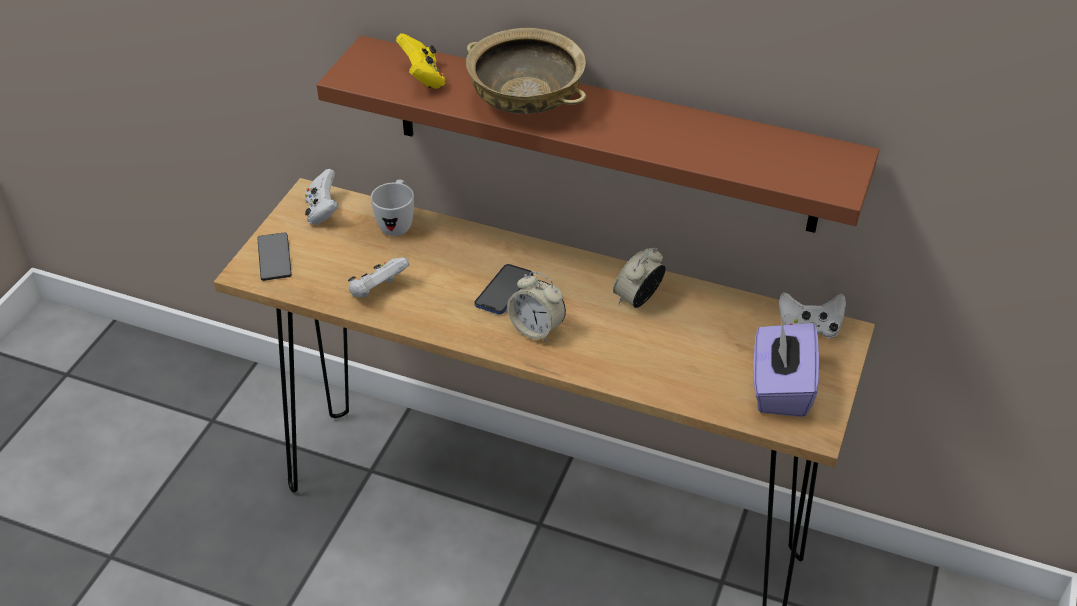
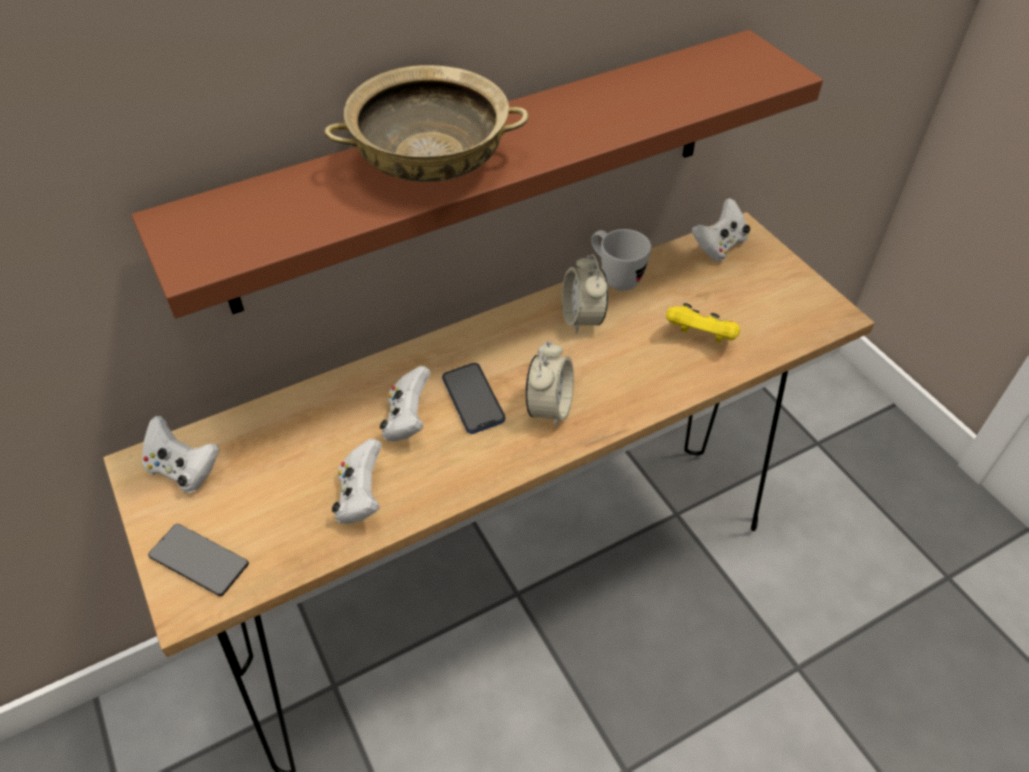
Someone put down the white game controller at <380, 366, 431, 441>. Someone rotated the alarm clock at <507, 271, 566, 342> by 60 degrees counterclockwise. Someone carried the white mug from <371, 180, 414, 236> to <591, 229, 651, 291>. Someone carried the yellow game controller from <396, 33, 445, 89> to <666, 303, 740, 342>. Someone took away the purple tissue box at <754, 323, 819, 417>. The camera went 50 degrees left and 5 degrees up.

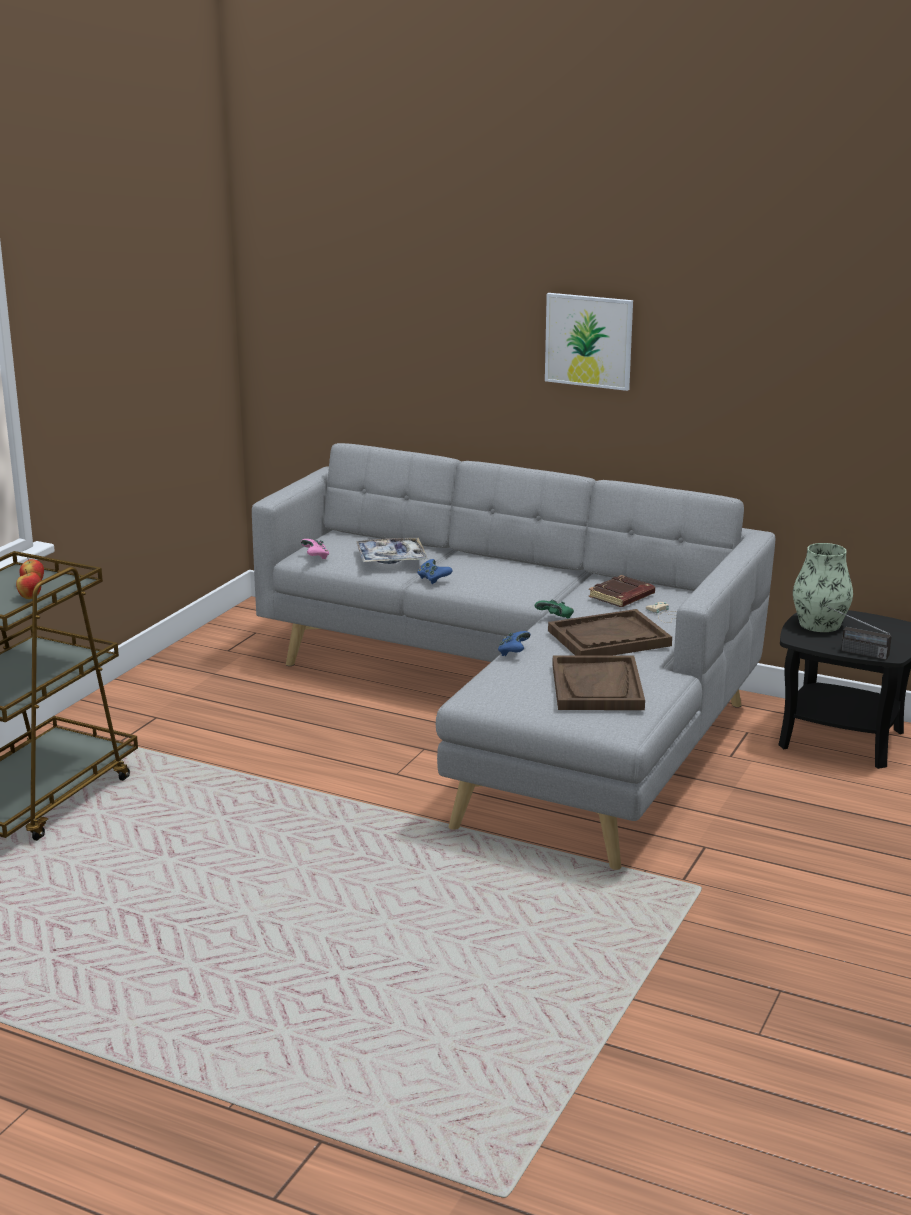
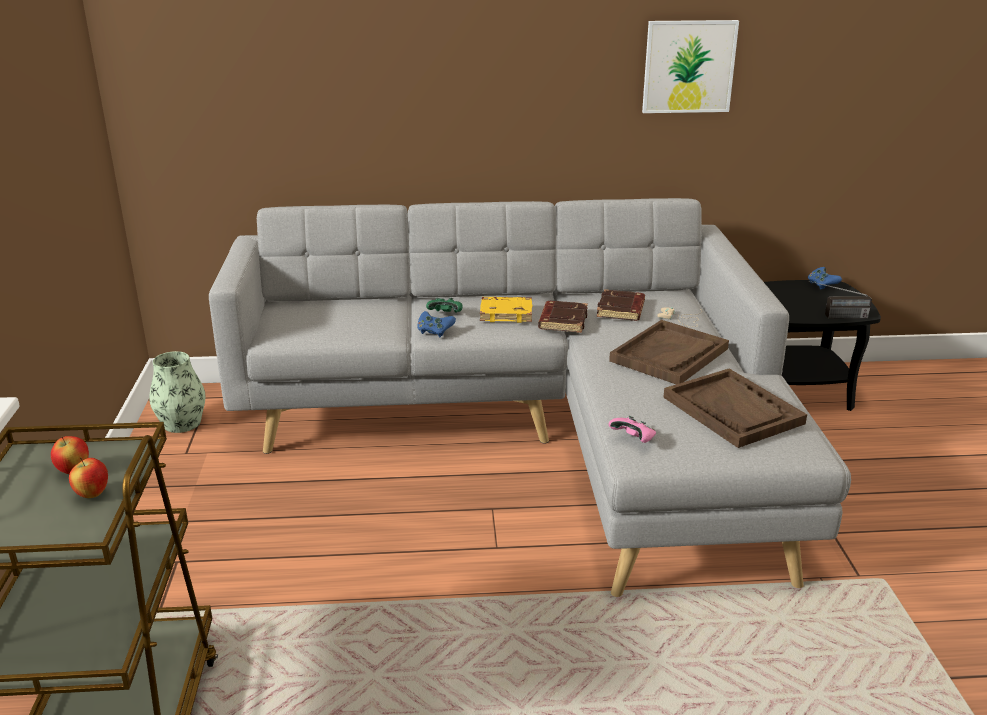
Someone carried the vase from <793, 543, 853, 632> to <149, 351, 205, 433>. Someone carried the green game controller from <535, 599, 574, 619> to <426, 298, 463, 312>. Someone put down the yellow book at <480, 297, 532, 323>. Someone put down the brown book at <538, 301, 588, 333>. Someone carried the pink game controller from <301, 539, 329, 559> to <609, 416, 656, 443>. Someone carried the picture from <545, 293, 633, 391> to <642, 20, 739, 113>. Someone carried the blue game controller from <498, 631, 531, 656> to <808, 267, 842, 290>. Someone took away the tray at <356, 538, 427, 564>. The camera went 30 degrees left and 5 degrees up.

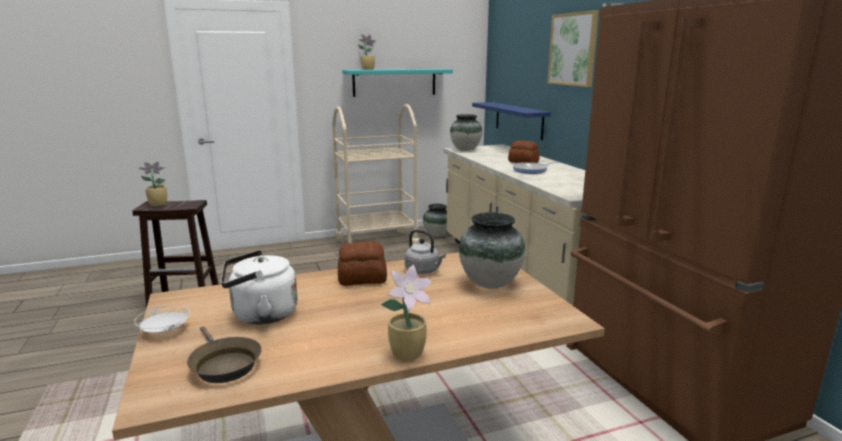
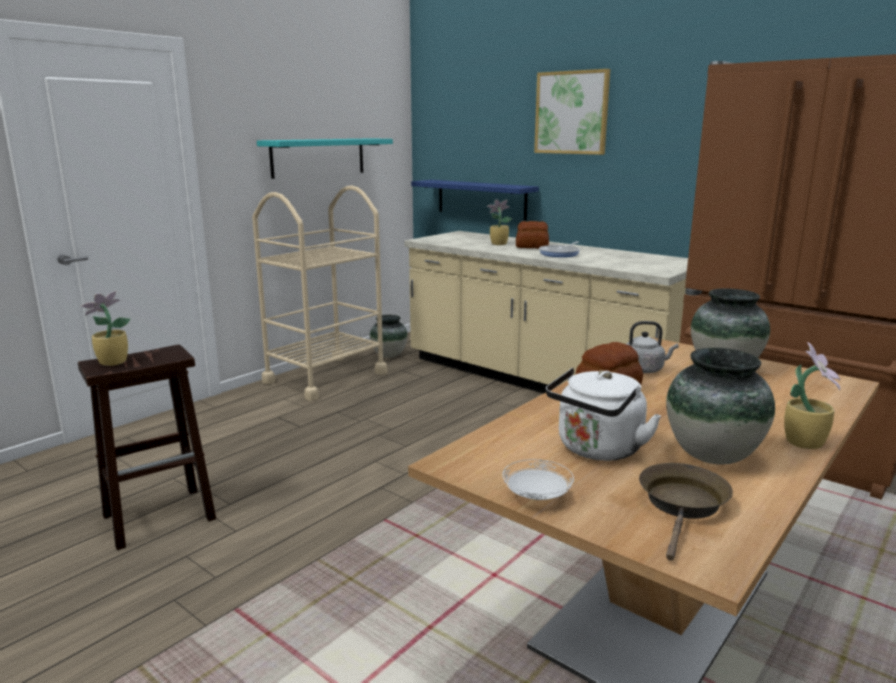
Someone carried the potted plant from <358, 34, 376, 70> to <487, 200, 512, 245>. Someone rotated the brown frying pan at <187, 326, 262, 383> by 90 degrees counterclockwise. Someone carried the vase from <450, 114, 483, 151> to <666, 348, 775, 465>. The camera went 30 degrees left and 0 degrees up.

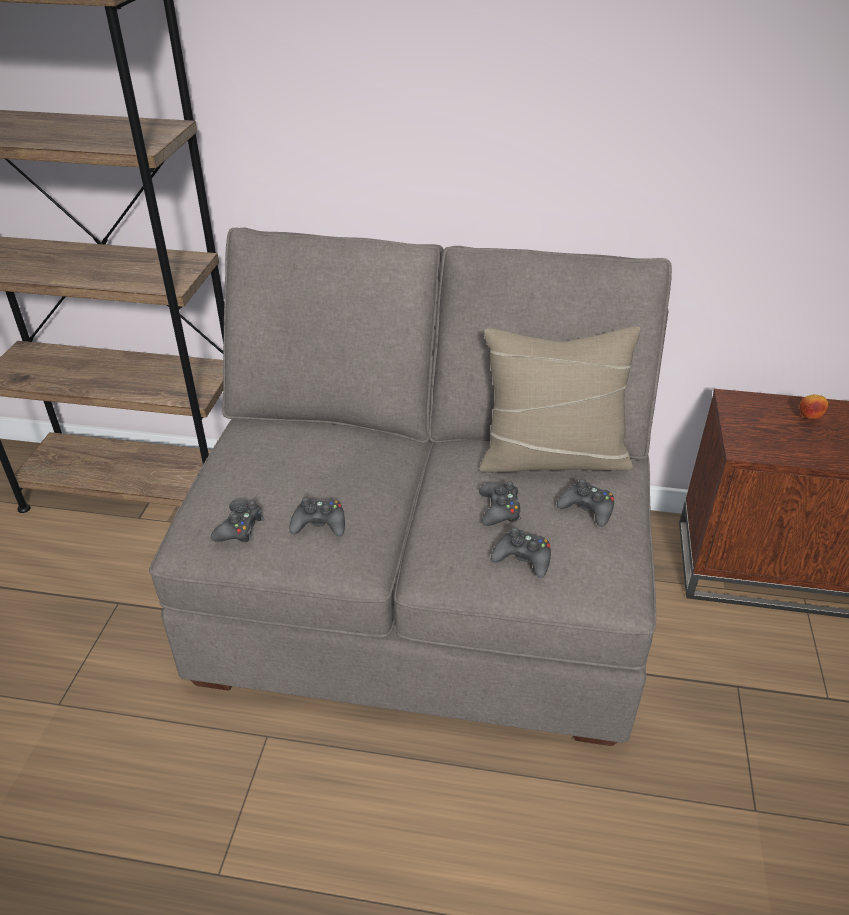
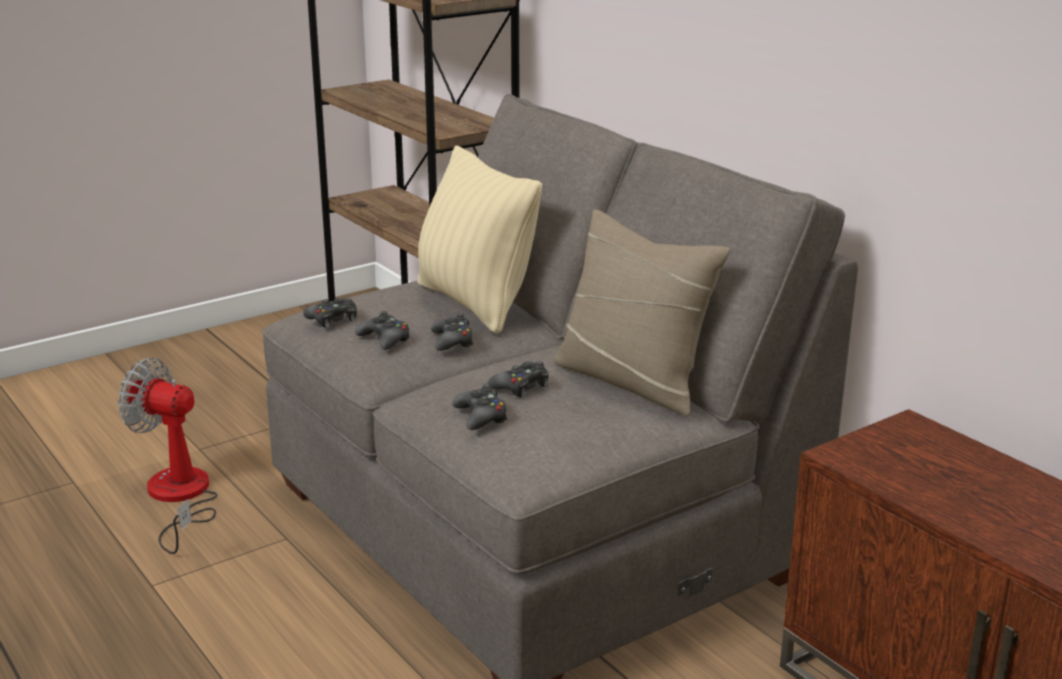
Someone put down the fan at <118, 358, 217, 554>. Someone put down the beige pillow at <417, 145, 542, 334>. Someone carried the black game controller from <557, 479, 614, 527> to <431, 313, 474, 351>. Someone took away the apple at <800, 395, 828, 419>. The camera went 45 degrees right and 15 degrees down.

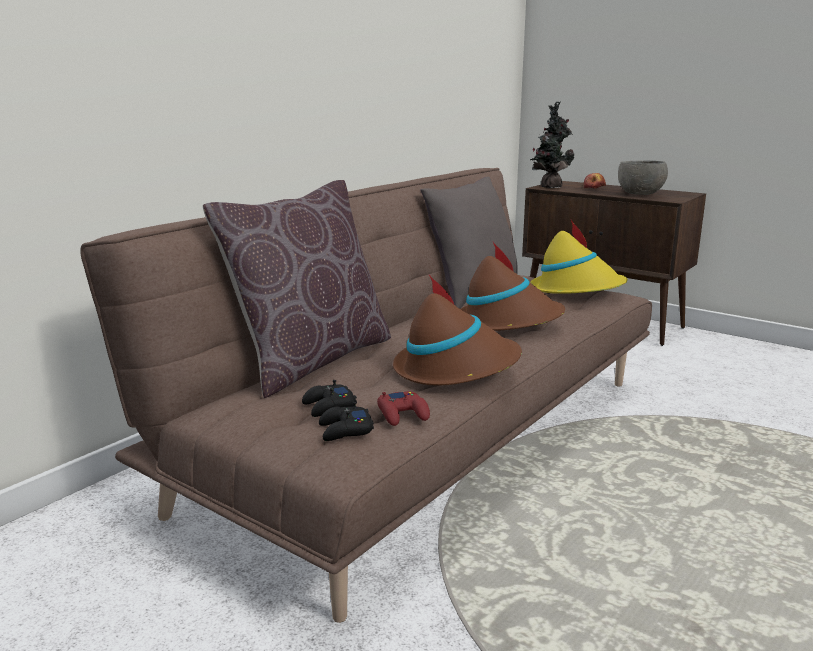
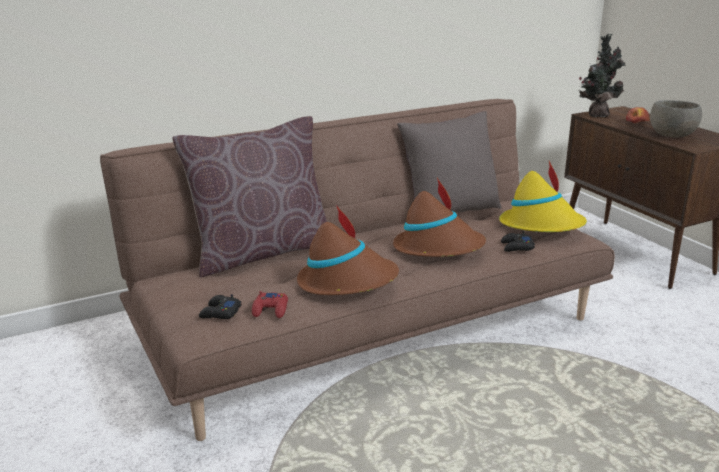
Someone carried the black game controller from <302, 380, 357, 417> to <501, 231, 535, 252>. The camera went 25 degrees right and 5 degrees up.

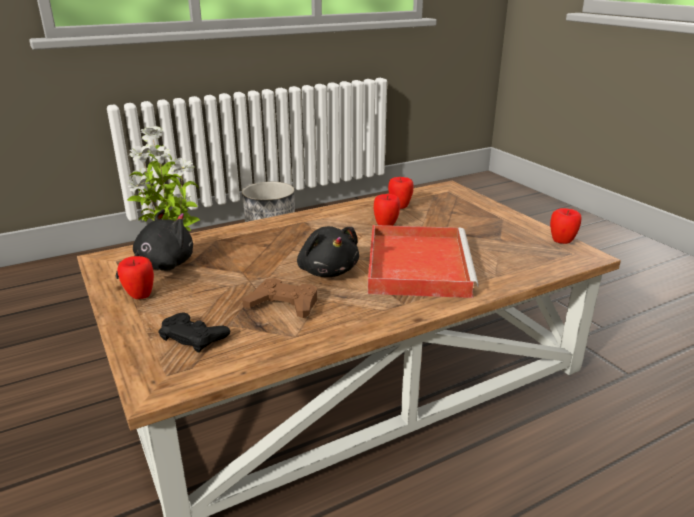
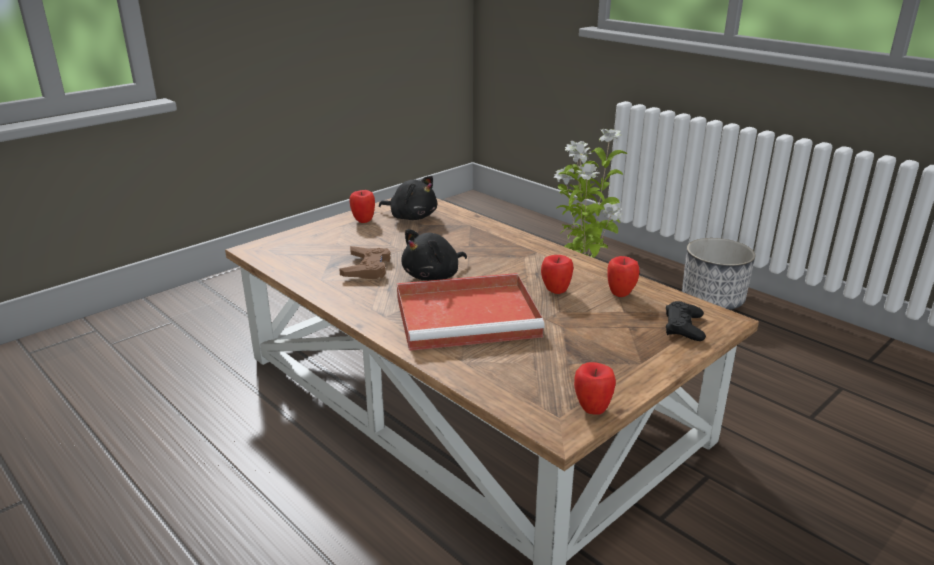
Someone carried the black game controller from <158, 313, 230, 353> to <666, 301, 706, 341>. The camera went 75 degrees right and 0 degrees up.

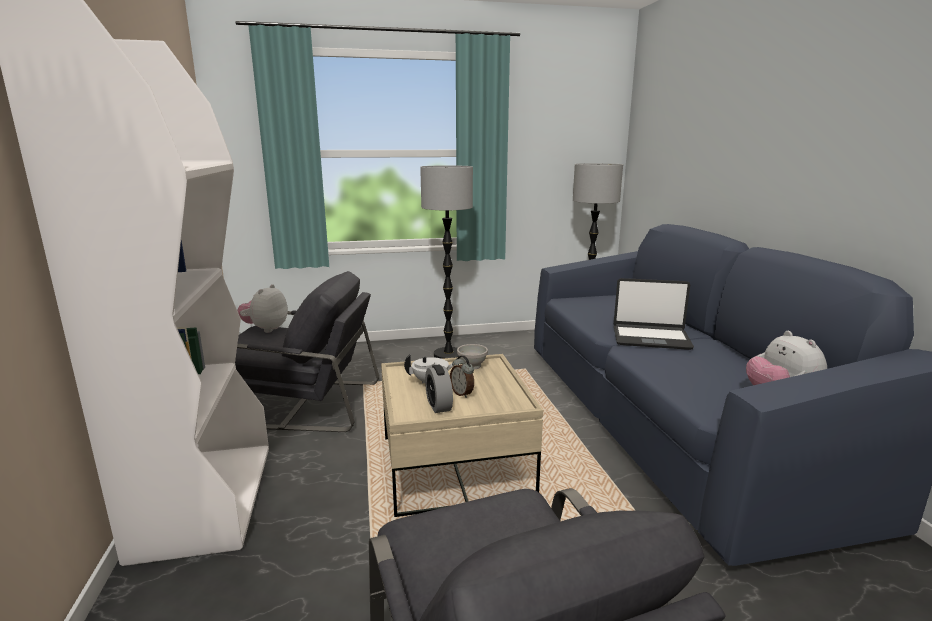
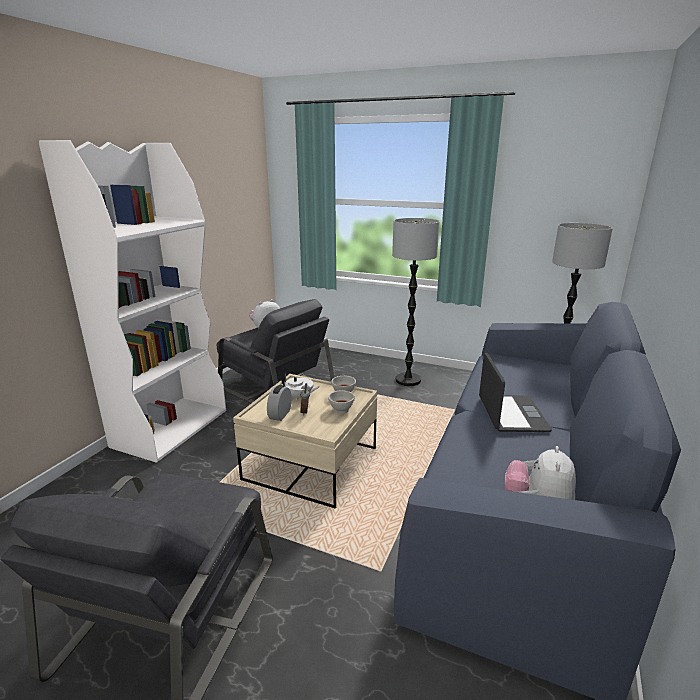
Someone put down the white bowl at <328, 390, 355, 414>. Someone rotated the laptop at <614, 278, 694, 350> by 135 degrees counterclockwise. The camera went 35 degrees right and 5 degrees up.

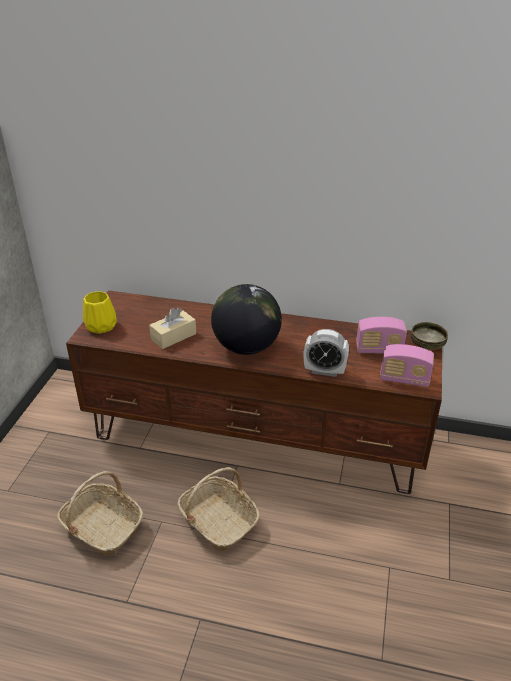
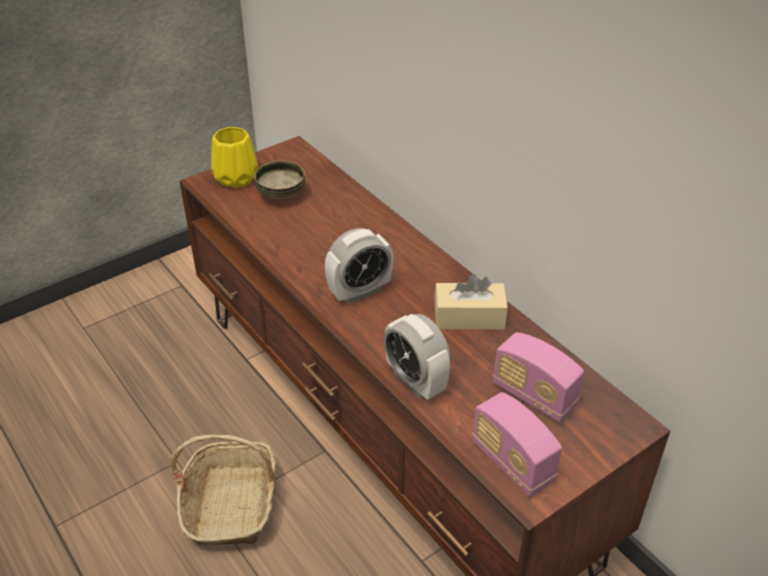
Someone carried the bowl from <411, 322, 448, 350> to <255, 161, 305, 200>. Someone swapped the globe at <211, 284, 282, 355> for the alarm clock at <325, 228, 393, 303>. Someone carried the beige tissue box from <149, 308, 196, 349> to <434, 274, 508, 329>. Someone took away the basket at <57, 471, 144, 556>. The camera went 40 degrees right and 5 degrees up.

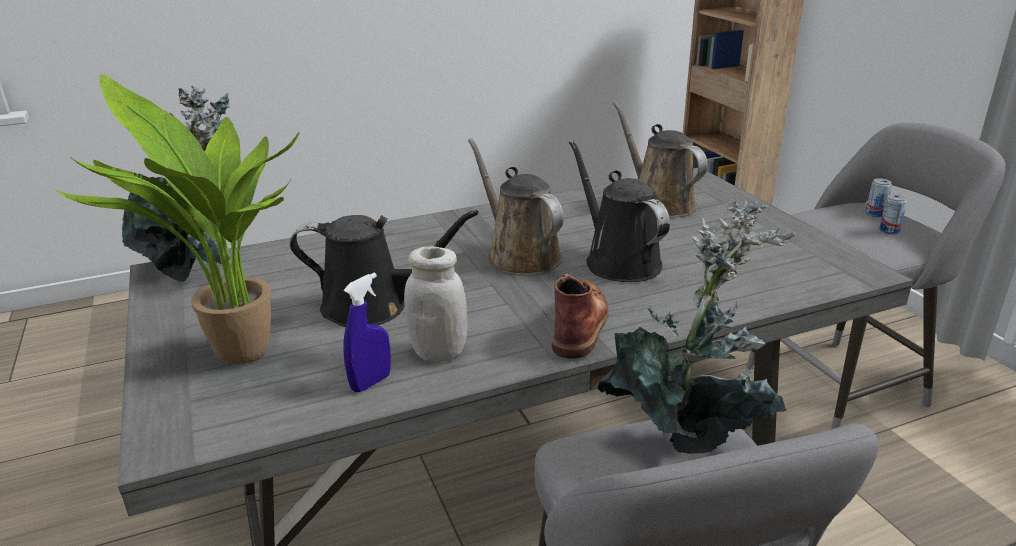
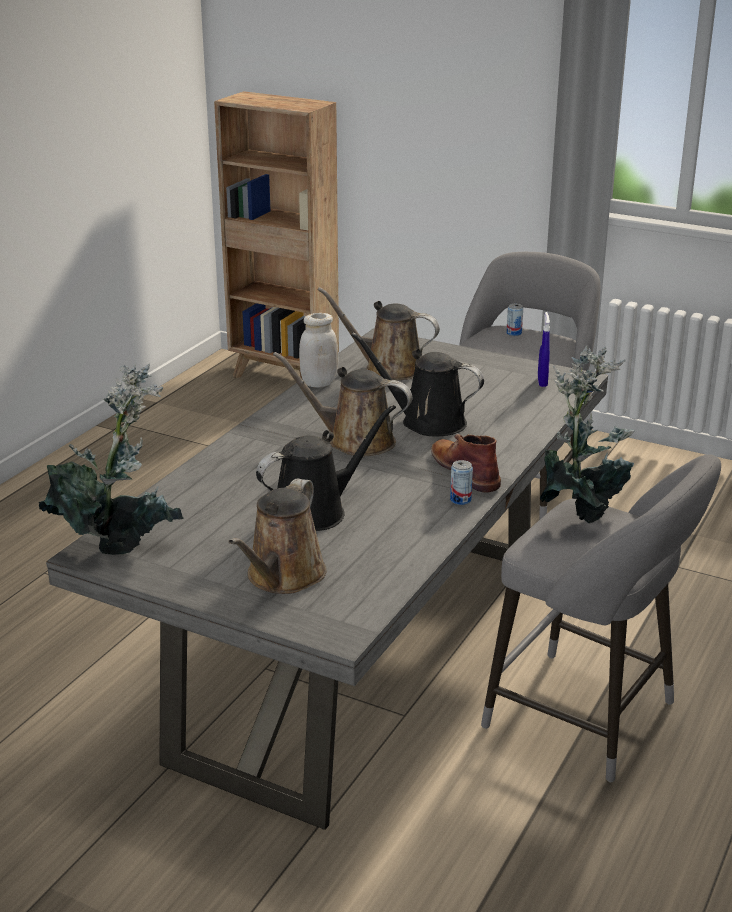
Someone swapped the potted plant at <56, 74, 300, 365> for the brown watering can at <229, 478, 327, 594>. Someone carried the white jar from <404, 246, 467, 362> to <299, 313, 338, 388>. Someone carried the can from <879, 194, 907, 235> to <450, 460, 473, 505>. Someone carried the blue spray bottle from <343, 273, 391, 392> to <538, 312, 550, 387>. The camera went 40 degrees left and 0 degrees up.

